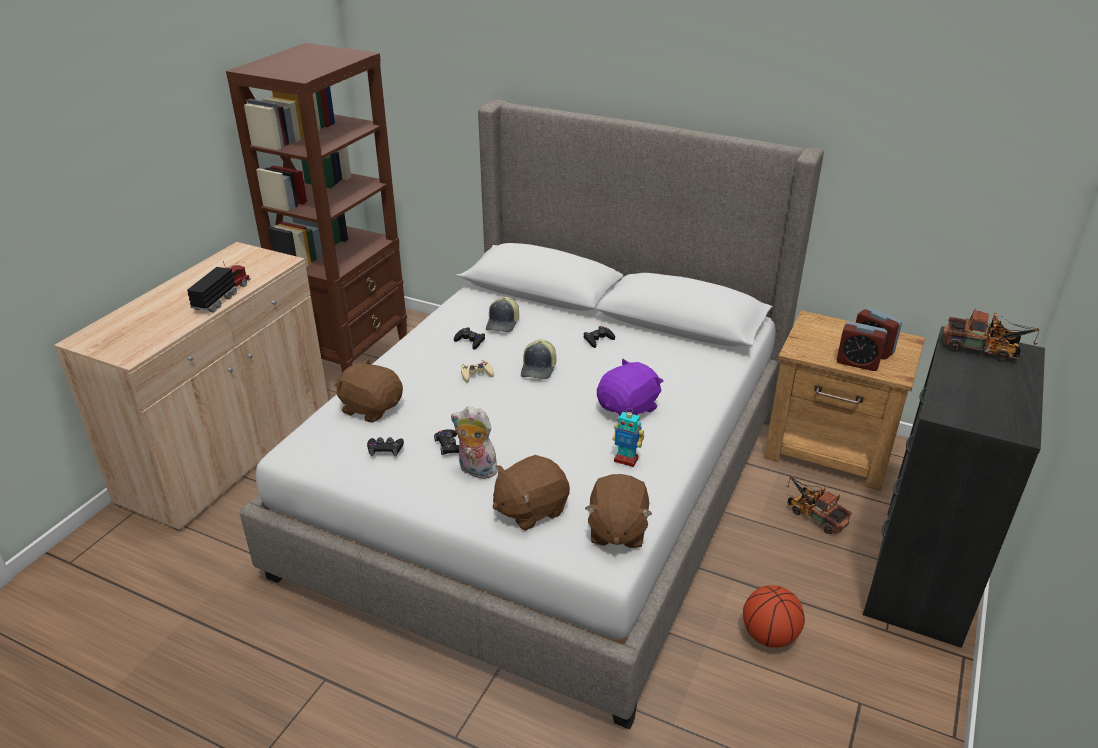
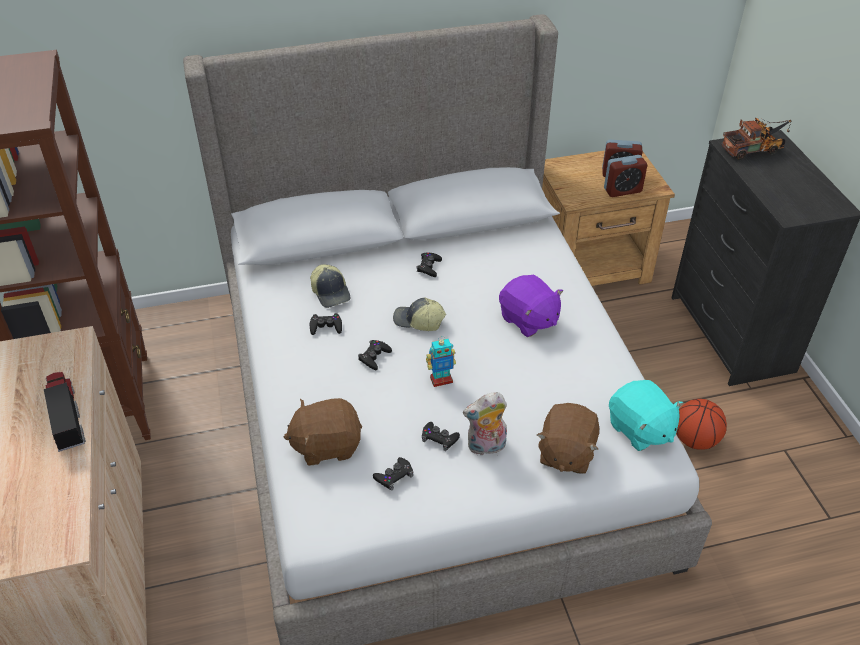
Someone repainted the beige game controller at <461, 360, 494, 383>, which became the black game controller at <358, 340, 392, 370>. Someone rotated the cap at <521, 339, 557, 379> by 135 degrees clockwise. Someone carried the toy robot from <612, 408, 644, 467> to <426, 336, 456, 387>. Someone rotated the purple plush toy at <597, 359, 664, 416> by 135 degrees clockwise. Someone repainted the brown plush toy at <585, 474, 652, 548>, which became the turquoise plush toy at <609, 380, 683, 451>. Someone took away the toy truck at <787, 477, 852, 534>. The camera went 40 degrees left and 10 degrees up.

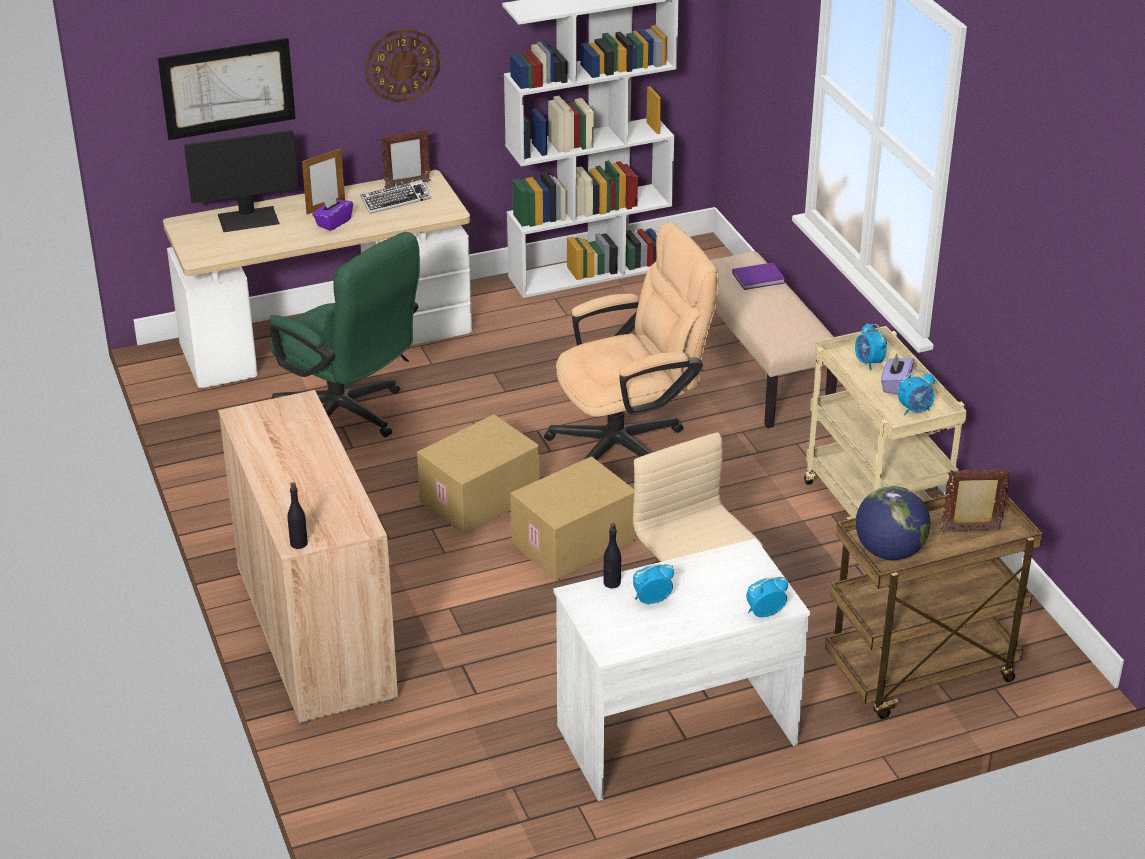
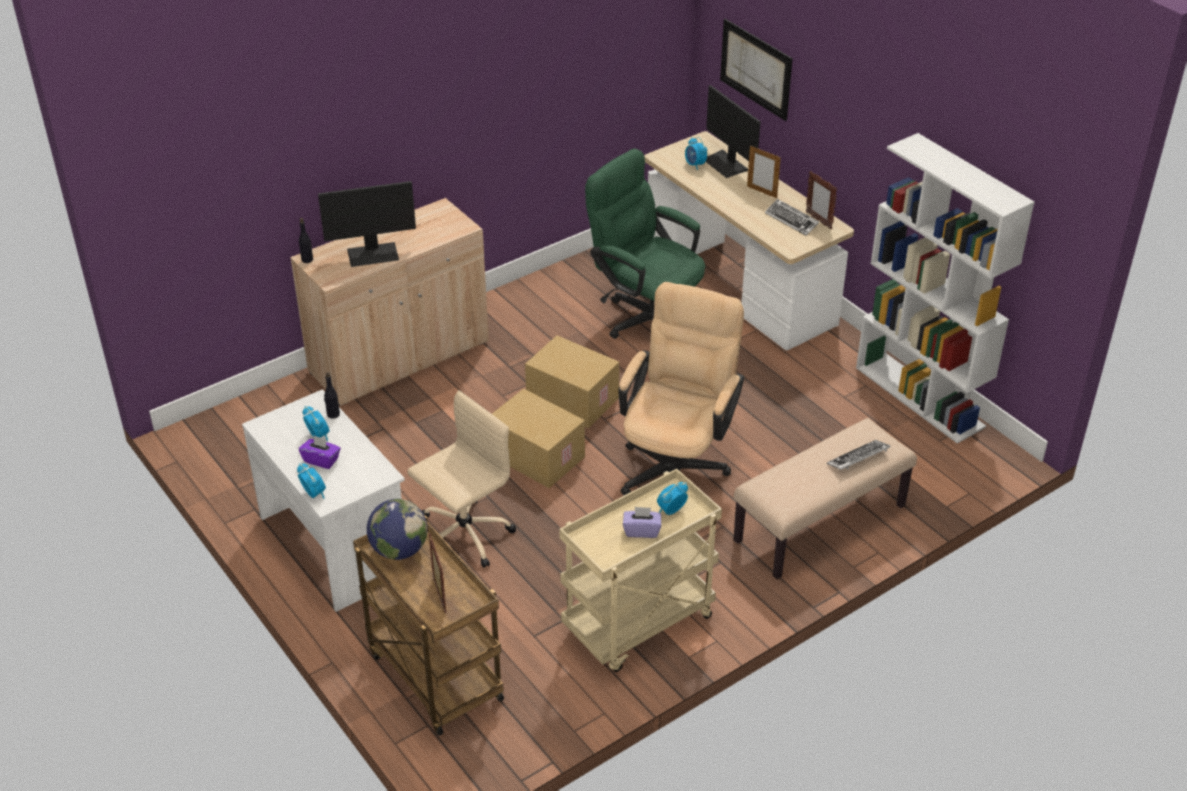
Someone carried the purple tissue box from <312, 193, 353, 231> to <299, 435, 340, 469>. Someone put down the monitor at <318, 181, 416, 267>. Someone rotated the green office chair at <269, 232, 420, 437> by 105 degrees clockwise. Someone rotated the beige office chair at <544, 222, 719, 460> by 120 degrees counterclockwise. Someone carried the alarm clock from <898, 370, 935, 416> to <685, 137, 707, 170>. Someone swapped the purple book at <732, 262, 785, 290> for the keyboard at <827, 440, 890, 470>. Someone took away the wall clock at <365, 28, 440, 103>. The camera went 75 degrees right and 5 degrees up.

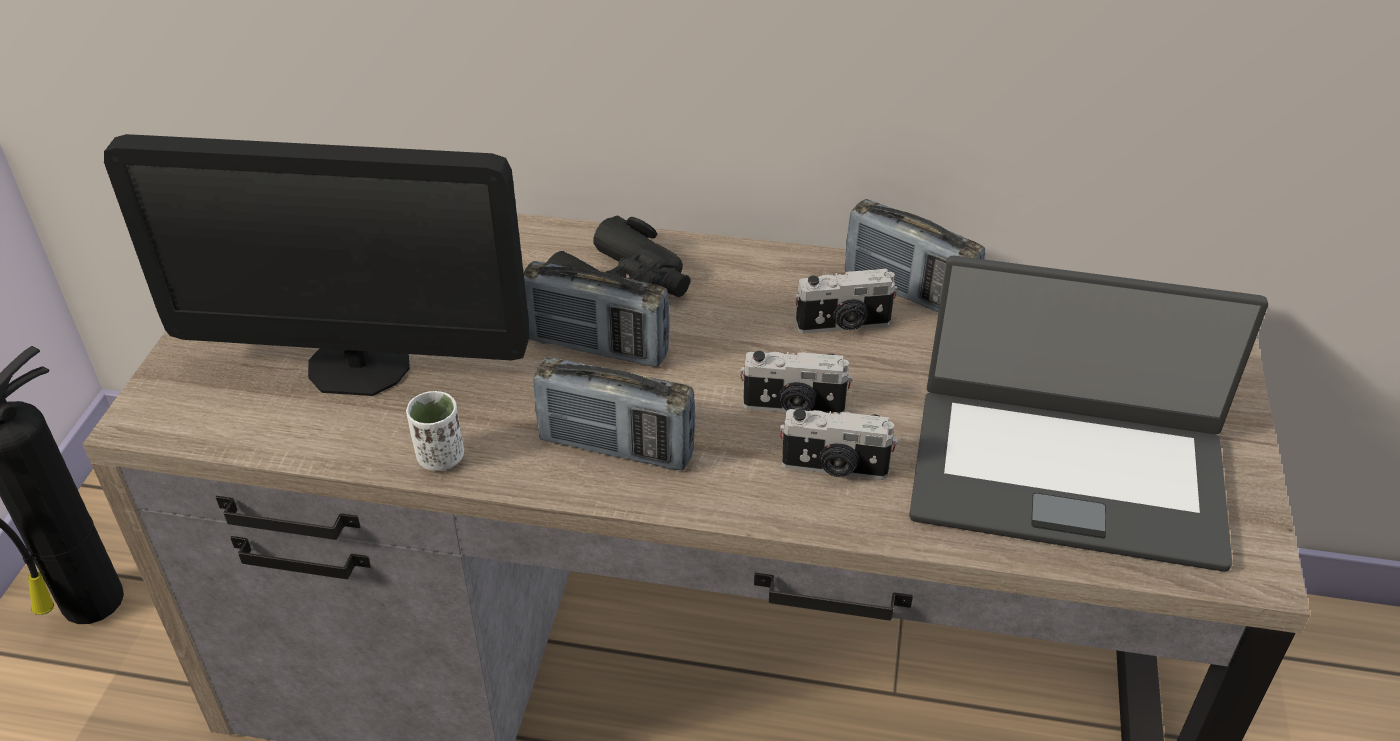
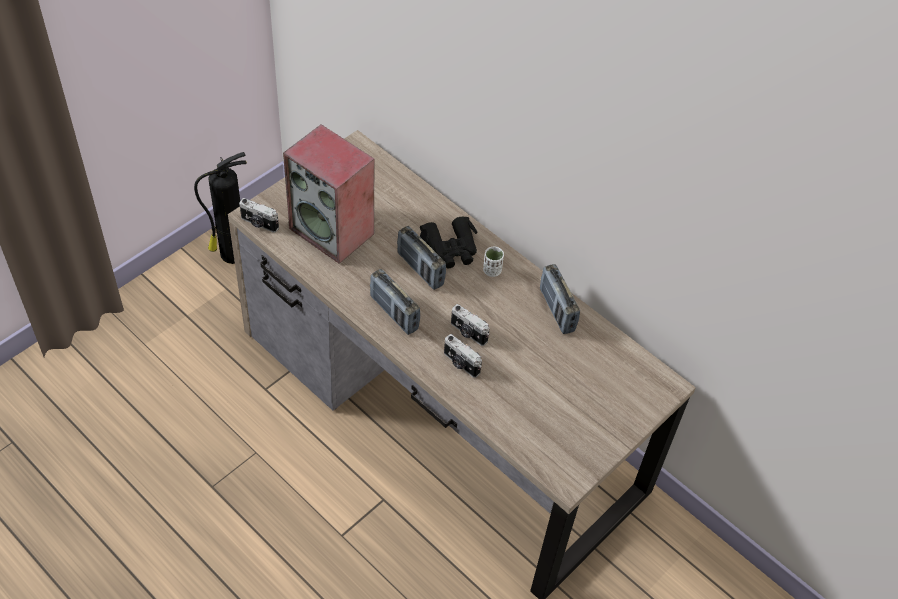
Someone carried the photo camera from <794, 269, 898, 334> to <239, 198, 279, 233>. Someone swapped the monitor at <104, 134, 529, 396> for the speaker at <283, 124, 374, 264>. Someone carried the white cup from <406, 391, 464, 471> to <483, 247, 504, 277>. Someone took away the laptop at <909, 256, 1268, 572>. The camera went 30 degrees right and 10 degrees up.

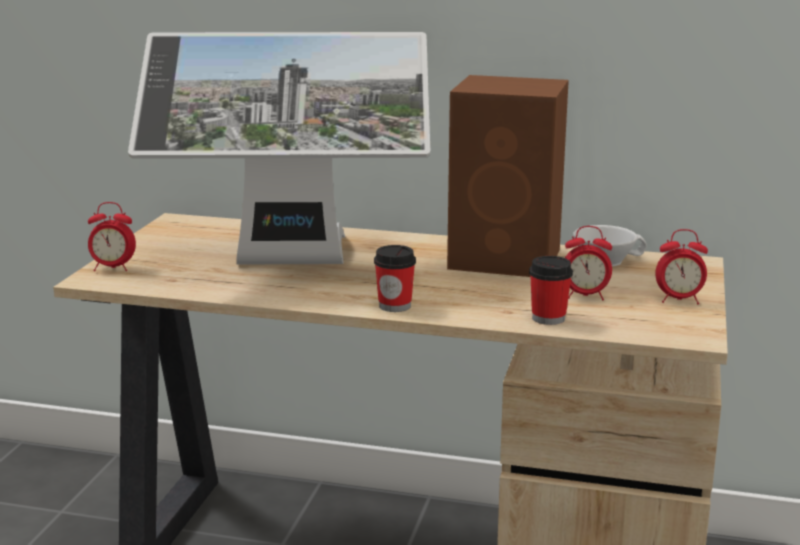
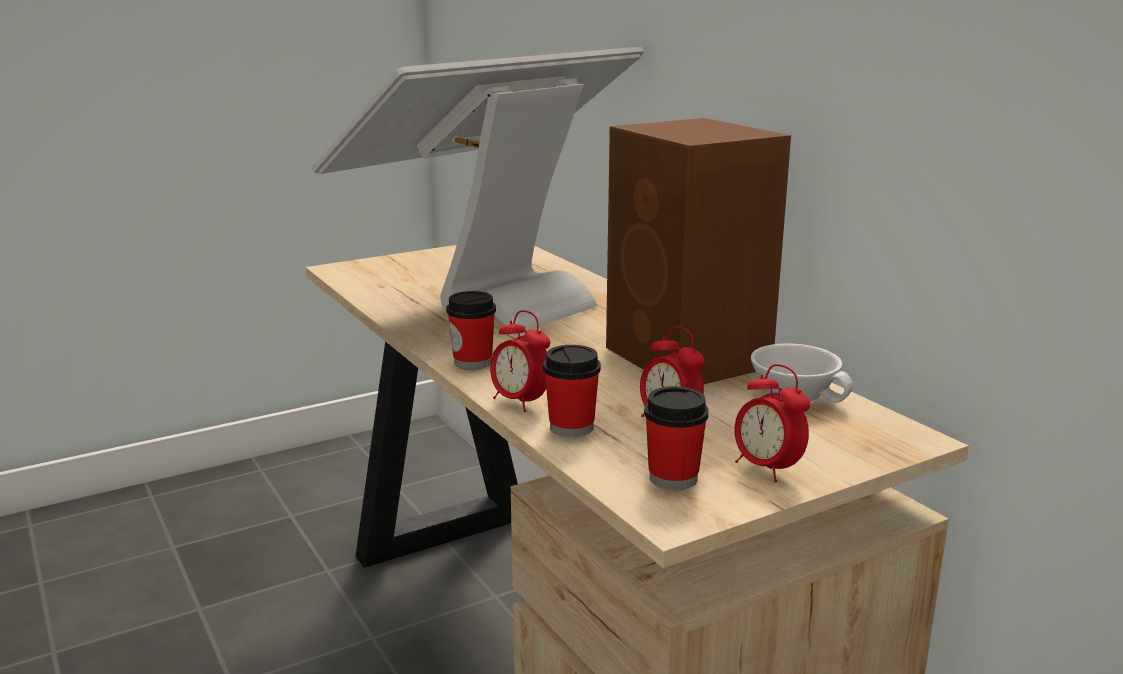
Someone rotated the monitor at <128, 32, 430, 265> by 90 degrees clockwise. Someone carried the alarm clock from <88, 202, 136, 271> to <490, 310, 550, 412>. Someone put down the cup at <644, 386, 709, 490>. The camera went 45 degrees right and 0 degrees up.

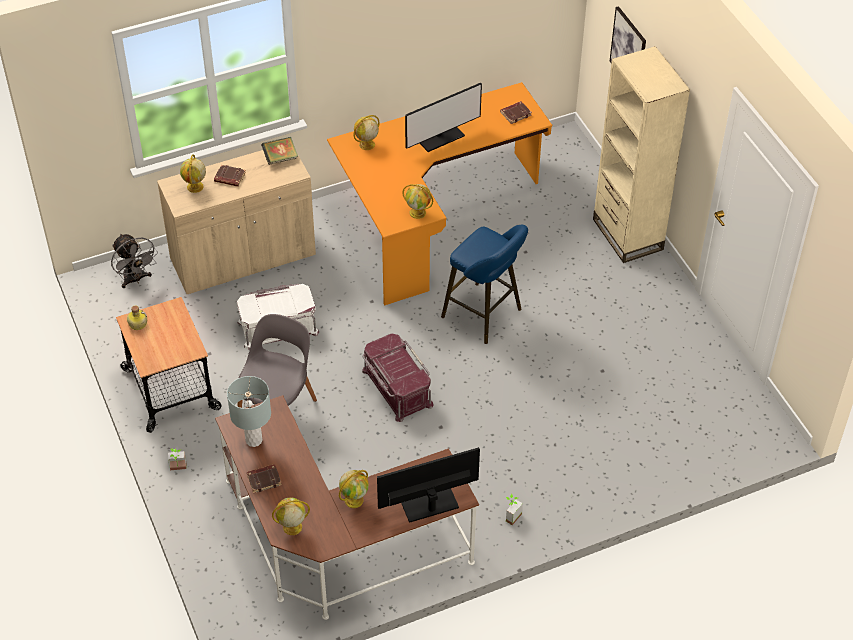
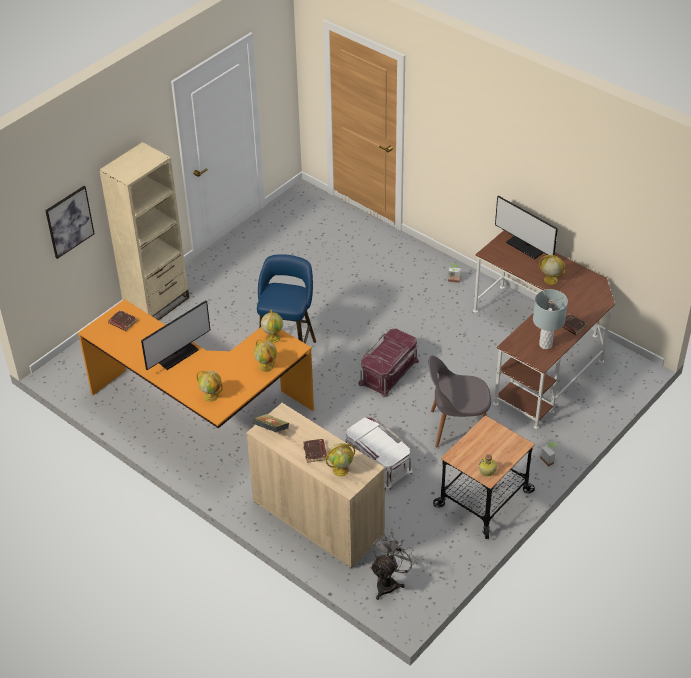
Someone rotated the monitor at <405, 83, 482, 152> by 105 degrees clockwise. Someone carried the globe from <272, 498, 310, 535> to <254, 339, 277, 372>. The camera went 115 degrees left and 5 degrees down.

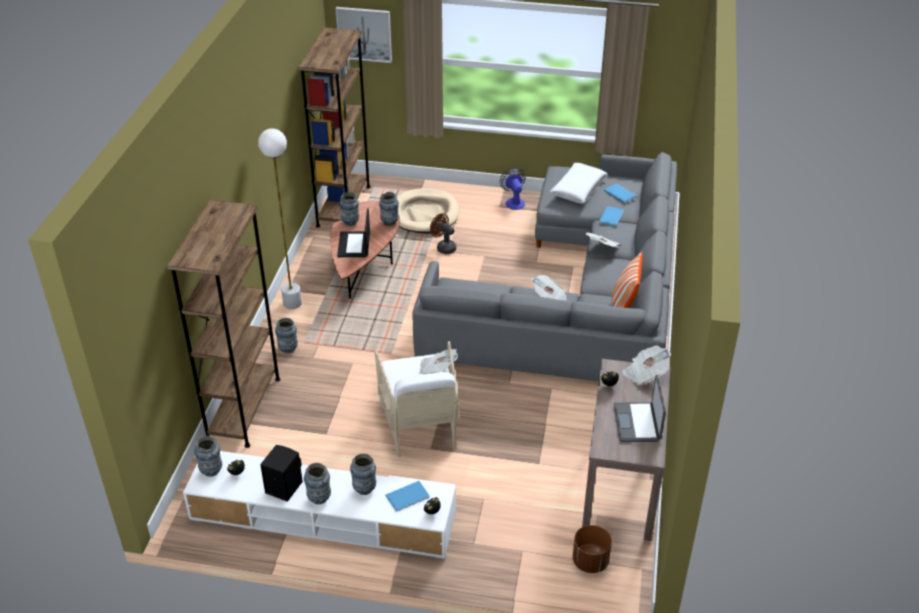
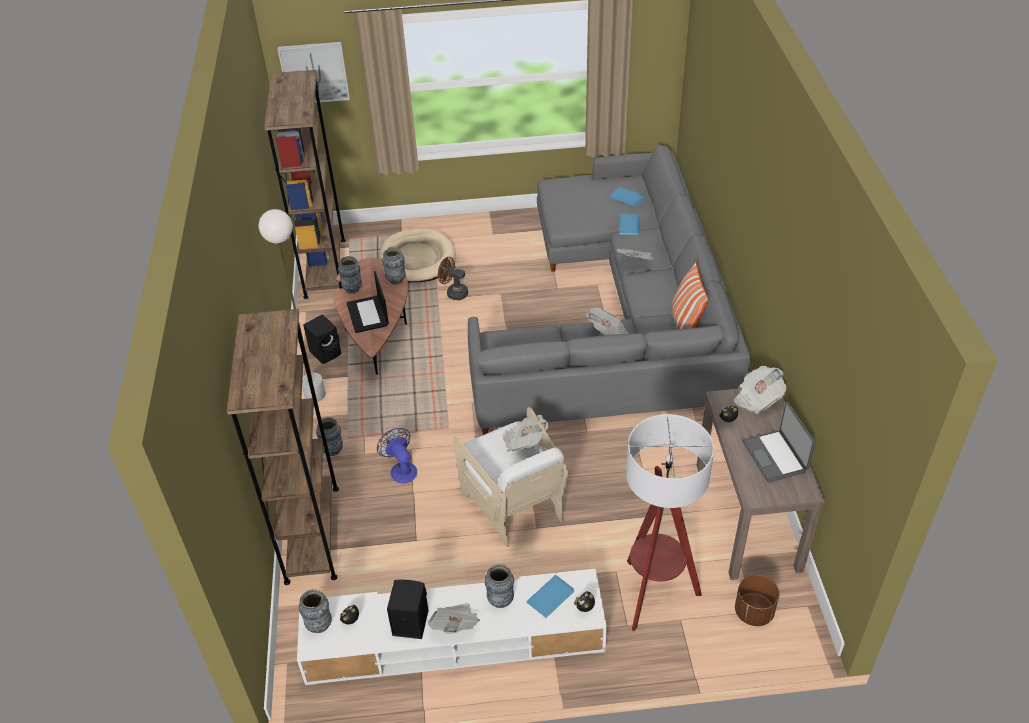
Someone put down the black speaker at <303, 314, 341, 364>. Someone carried the fan from <500, 168, 526, 210> to <377, 428, 417, 483>. Someone swapped the vase at <304, 463, 331, 504> for the newspaper at <428, 603, 480, 634>. Someone put down the floor lamp at <626, 414, 714, 631>. Someone took away the white pillow at <550, 163, 607, 203>. The camera went 15 degrees left and 5 degrees up.

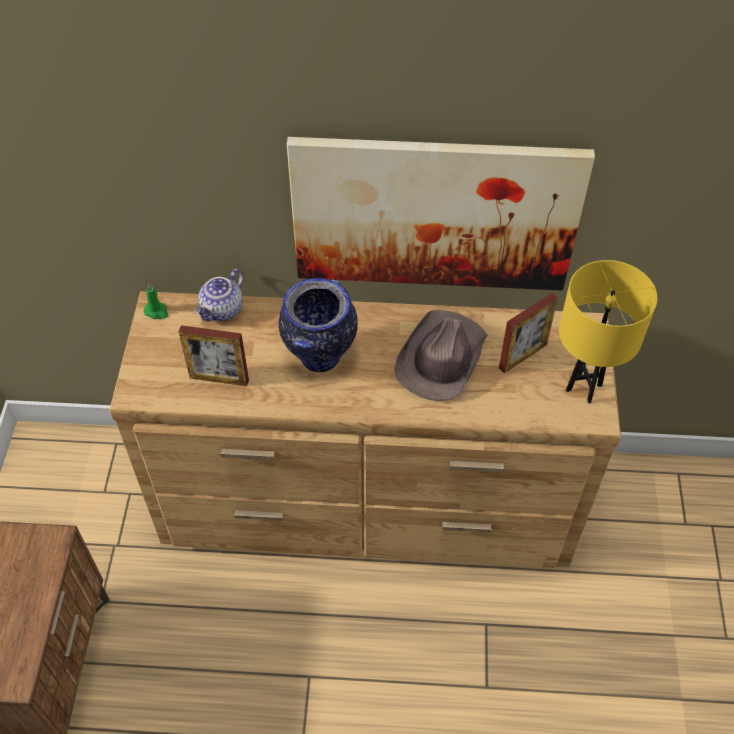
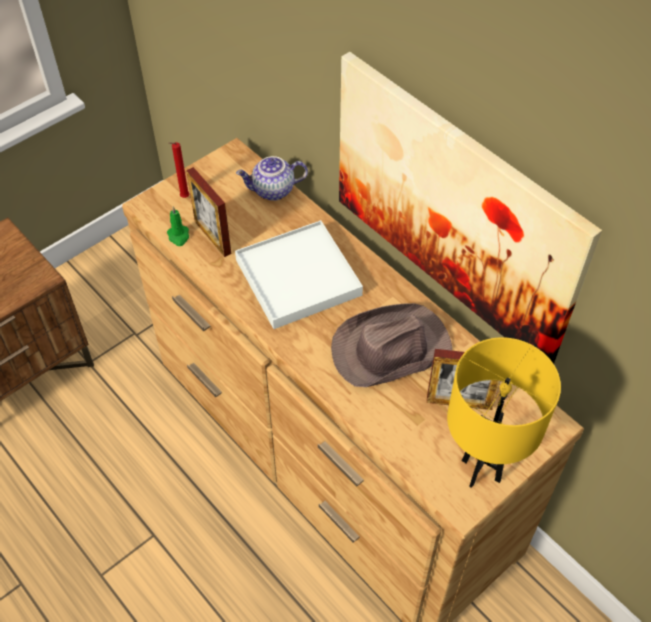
Someone carried the green candle from <144, 283, 168, 319> to <167, 206, 189, 246>. Someone put down the red candle at <168, 142, 189, 198>. Someone swapped the vase at <279, 278, 358, 372> for the white tray at <235, 220, 363, 329>. The camera went 45 degrees right and 0 degrees up.

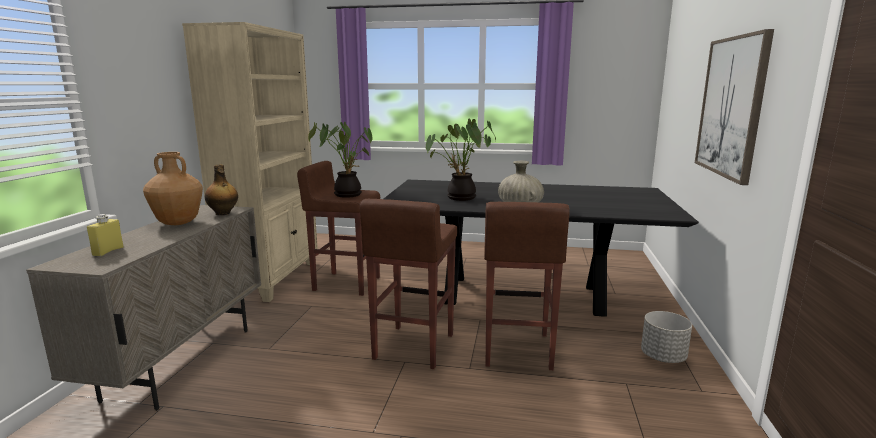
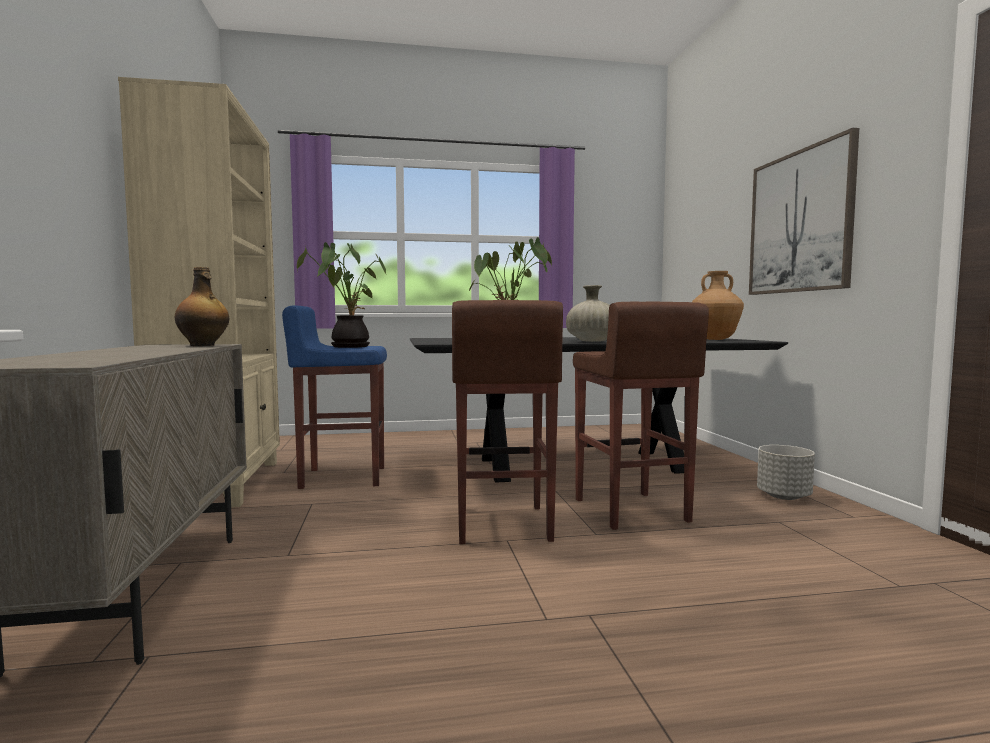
Someone repainted the brown stool at <297, 161, 380, 296>, which became the blue stool at <282, 305, 387, 489>. Someone carried the brown vase from <143, 152, 203, 225> to <692, 271, 744, 340>. Someone took away the yellow bottle at <87, 214, 124, 256>. The camera went 20 degrees left and 10 degrees down.

